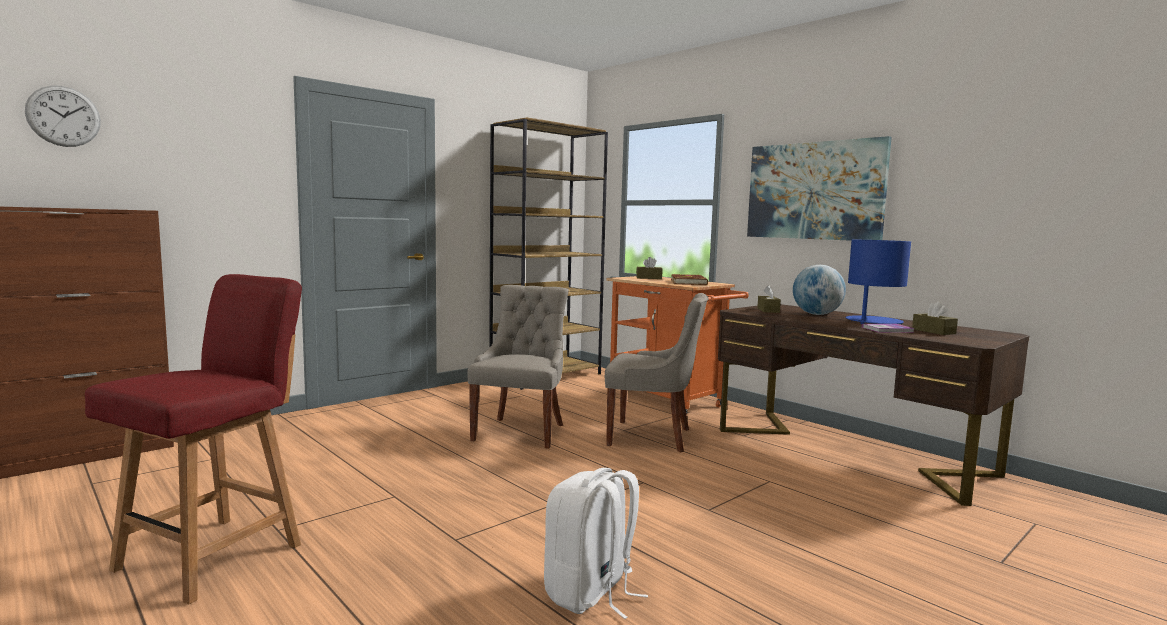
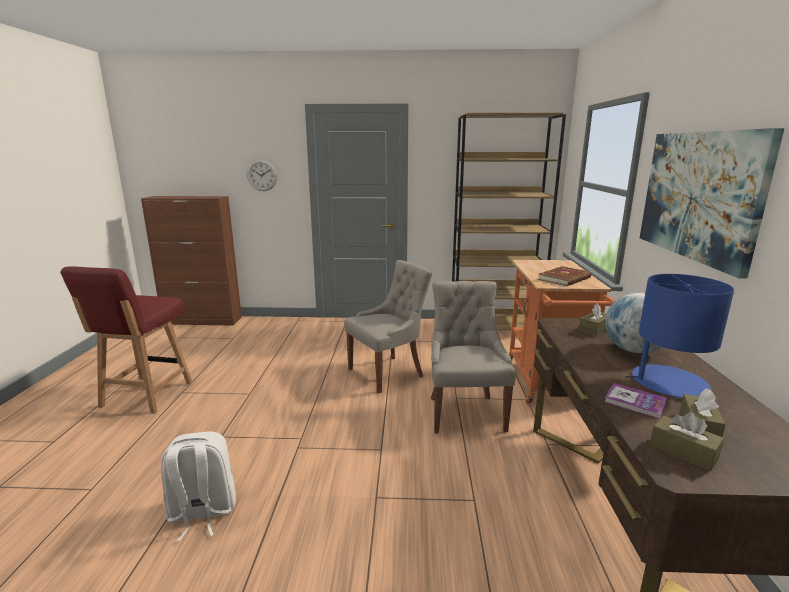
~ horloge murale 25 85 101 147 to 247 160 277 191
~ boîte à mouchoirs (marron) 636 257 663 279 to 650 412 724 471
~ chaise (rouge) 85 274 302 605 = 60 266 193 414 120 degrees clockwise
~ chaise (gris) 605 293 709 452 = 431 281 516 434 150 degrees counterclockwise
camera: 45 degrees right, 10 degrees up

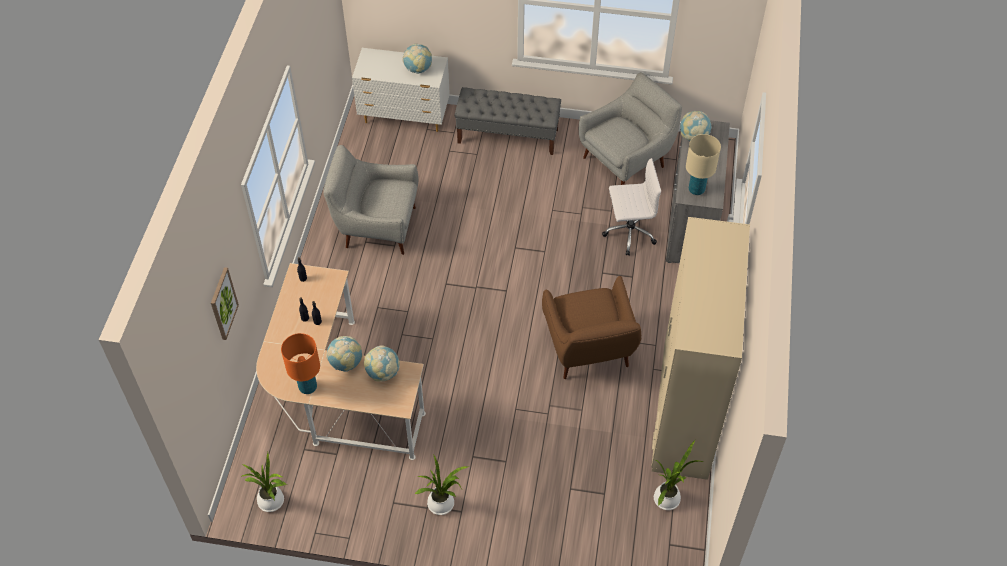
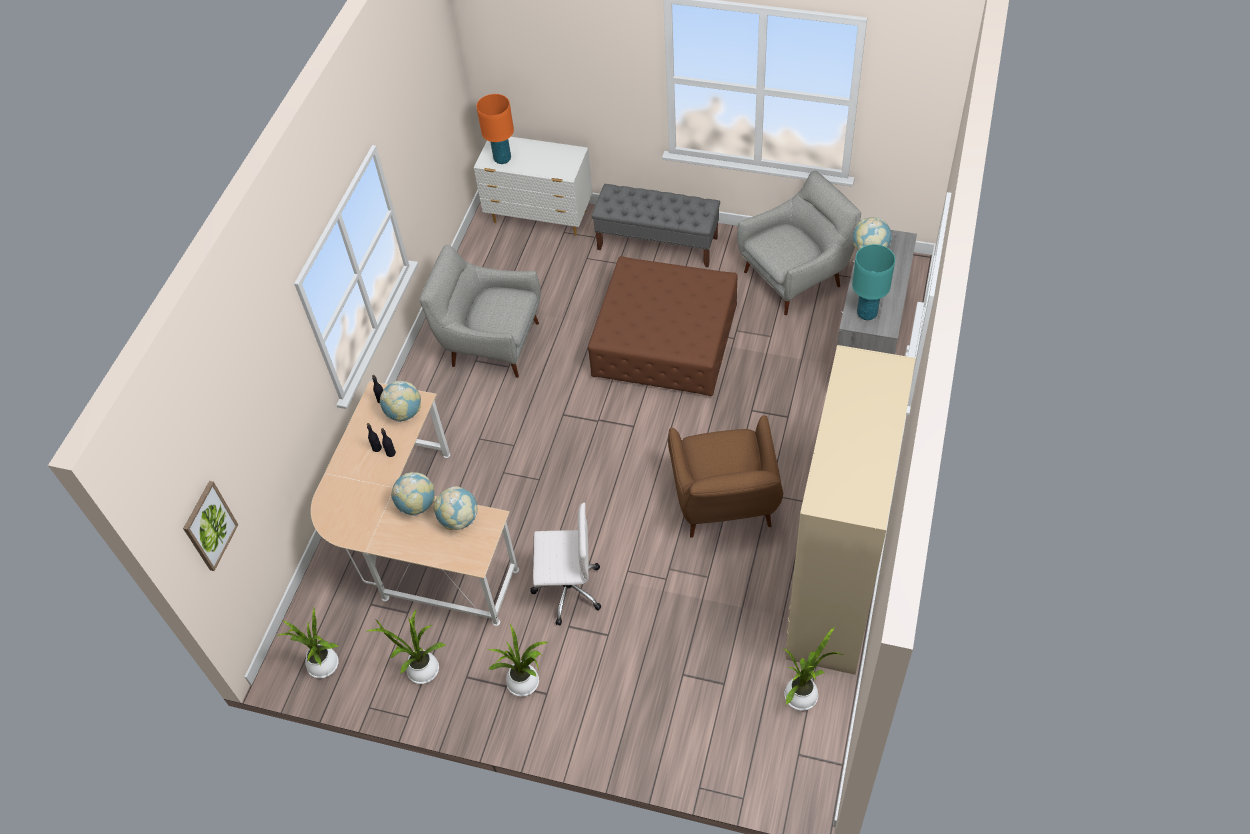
~ globe 402 44 432 74 to 380 381 421 422
~ lampe de table (beige) 686 134 721 195 to lampe de table (turquoise) 852 244 895 320
~ chaise de bureau (blanc) 602 158 661 255 to 531 502 601 625
~ tableau 211 267 239 340 to 183 481 238 571
~ lampe de table (orange) 281 333 320 394 to 476 94 514 164
+ pouf (marron) 588 256 738 396
+ plante en pot 367 608 445 684
camera: 10 degrees right, 0 degrees up

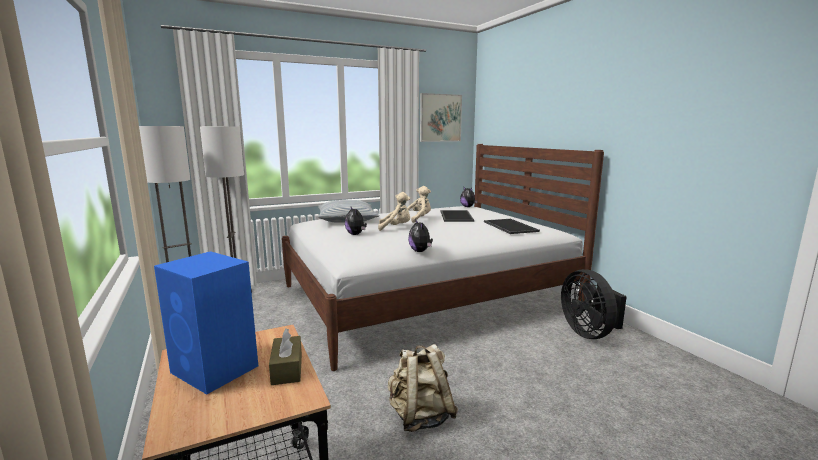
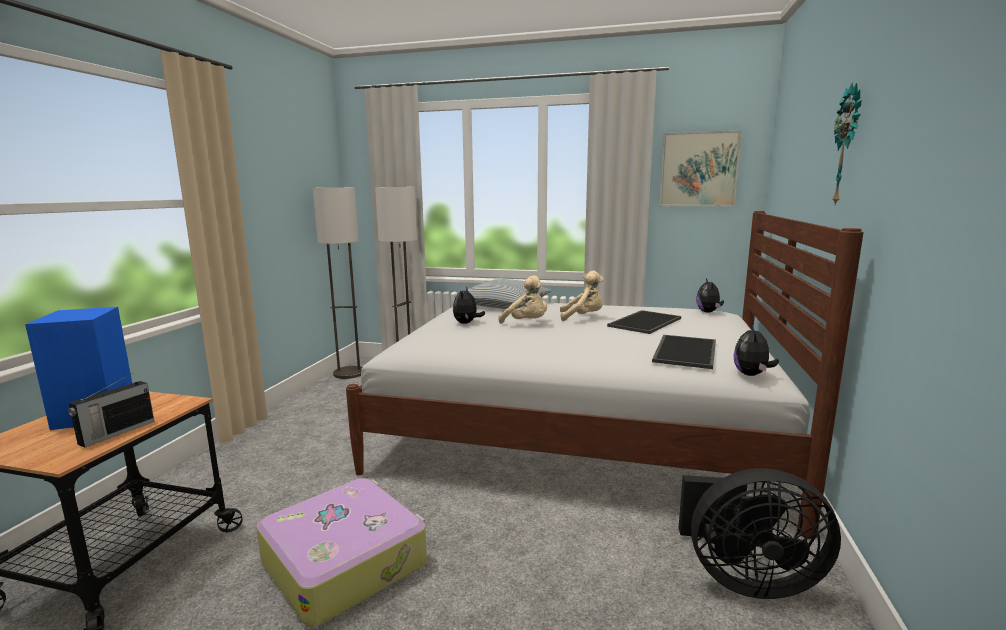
~ peluche 408 219 433 252 to 734 325 779 376
~ ventilateur (noir) 561 269 627 339 = 679 468 841 599 105 degrees counterclockwise
~ boîte à mouchoirs (marron) 269 328 302 385 to radio 68 373 154 448
~ sac à dos (beige) 388 344 458 432 to valise 256 478 427 628
+ horloge murale 832 83 861 204
camera: 40 degrees right, 0 degrees up

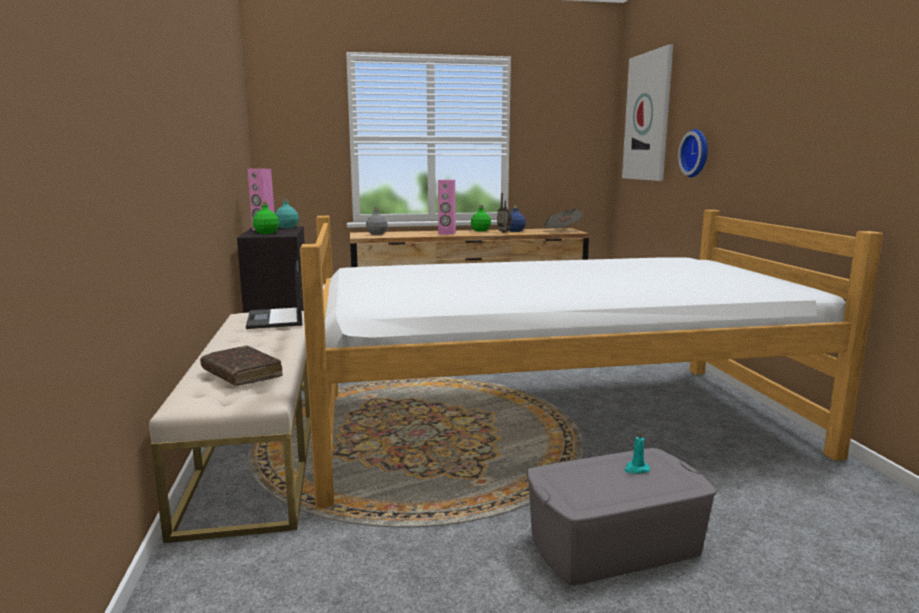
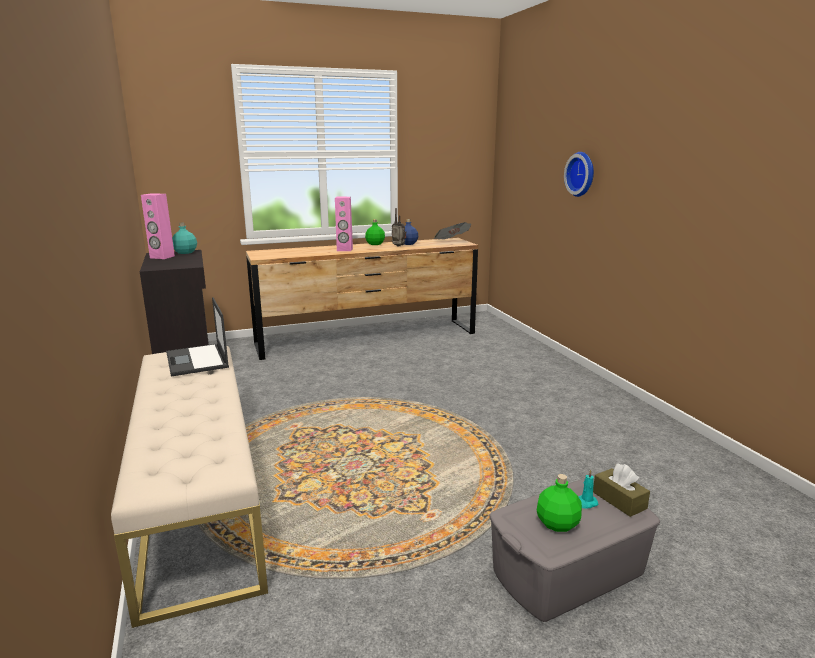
- tableau 622 45 673 181
~ bouteille (vert) 253 201 279 234 to 537 474 582 532
- bouteille (gris) 366 207 388 235
- lit 300 210 883 508
- livre (marron) 200 346 283 386
+ boîte à mouchoirs (marron) 593 464 650 517
camera: 10 degrees left, 5 degrees up

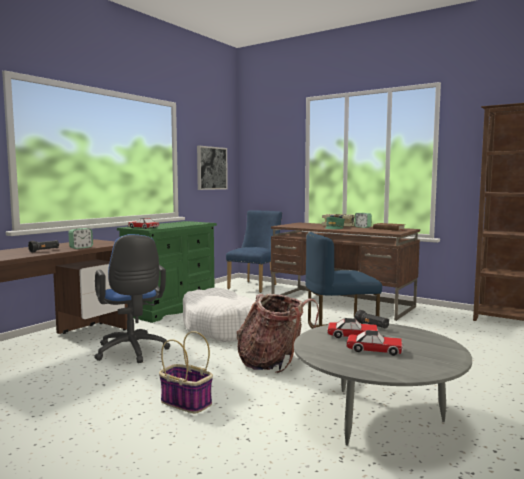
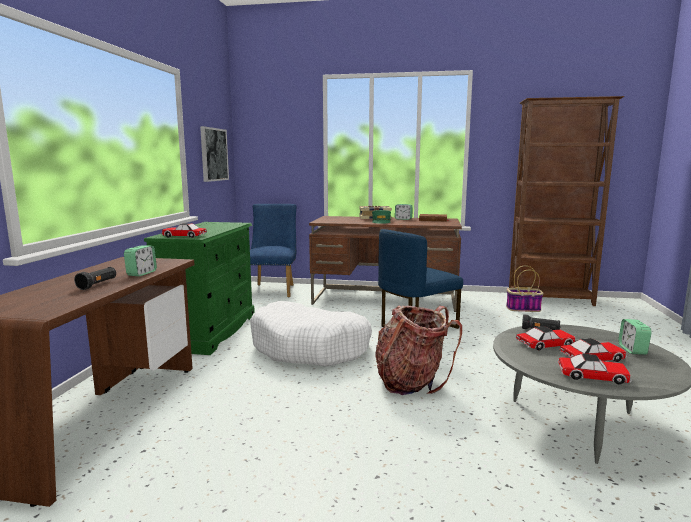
- chaise de bureau (bleu) 94 234 170 363
~ panier 159 331 213 413 to 506 265 544 312
+ réveil 618 319 652 355
+ petite voiture 558 354 632 385
camera: 25 degrees left, 5 degrees up

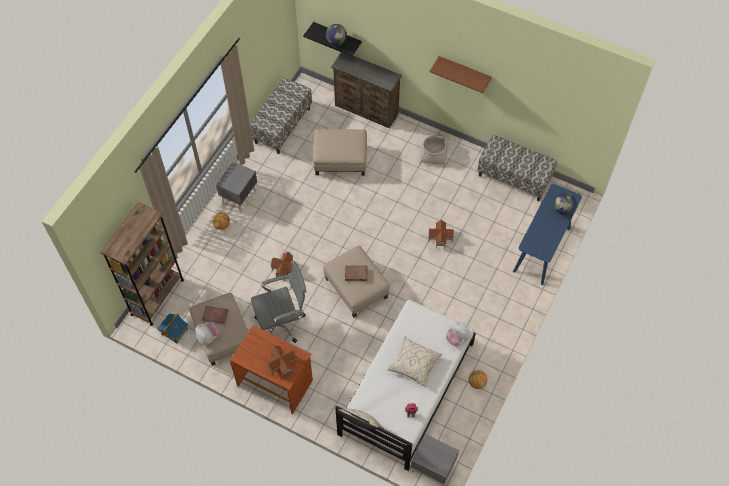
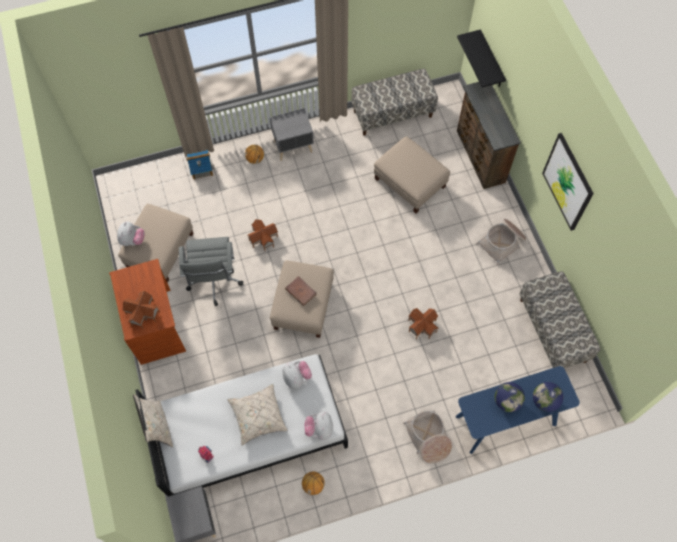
~ globe 326 24 347 46 to 495 382 525 412
~ étagère (marron) 430 56 492 93 to tableau 542 133 594 231
- bibliothèque (marron) 100 202 184 326
~ chaise de bureau (gris) 251 261 307 343 = 179 237 243 306 60 degrees clockwise
- livre (marron) 202 306 229 325
~ maison miniature 157 313 188 344 to 186 150 215 180
+ peluche 282 361 312 389
+ panier 403 410 452 463
camera: 45 degrees right, 5 degrees up

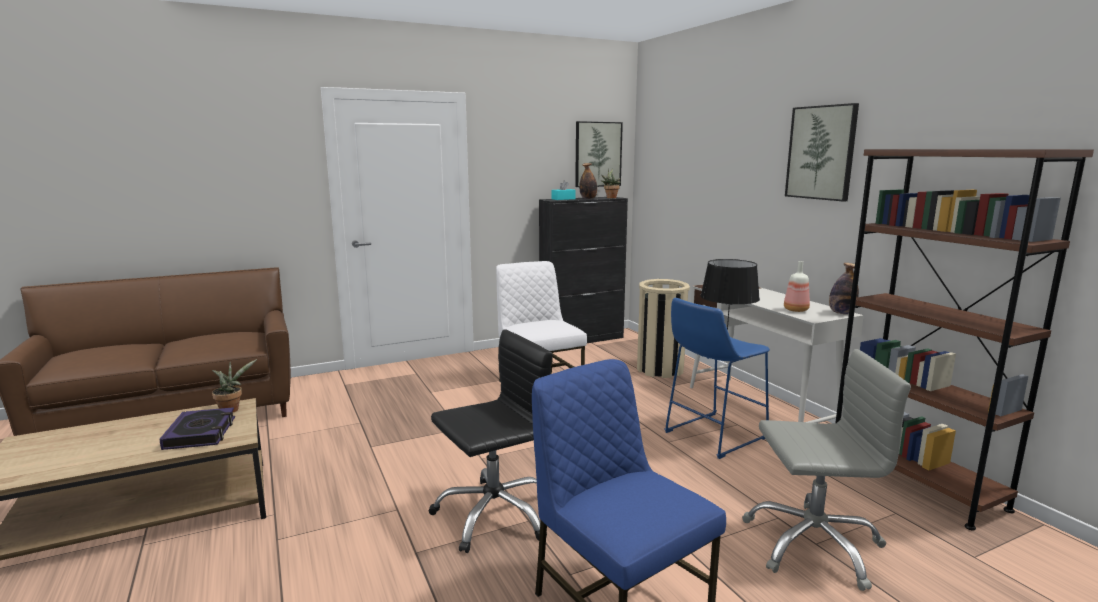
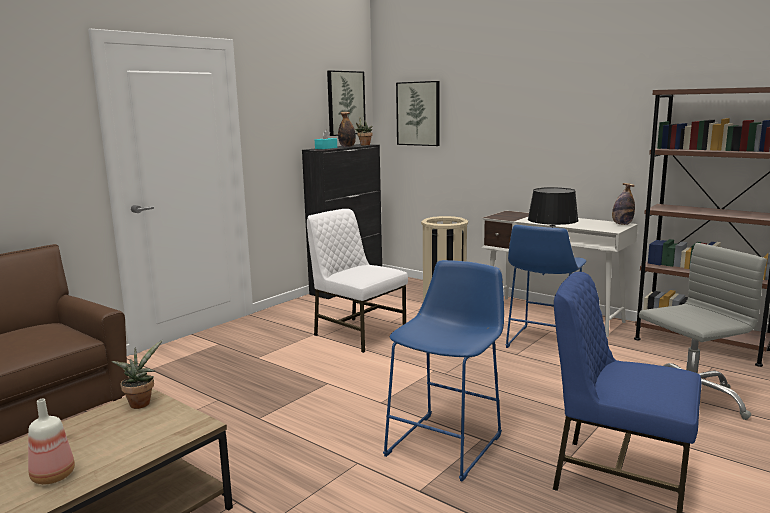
~ tableau 785 103 859 202 to 396 81 440 146
~ bouteille 784 261 810 312 to 28 399 75 484
~ chaise de bureau (noir) 429 329 553 553 to tabouret (bleu) 383 260 504 482
- livre 160 407 235 450
camera: 25 degrees left, 0 degrees up

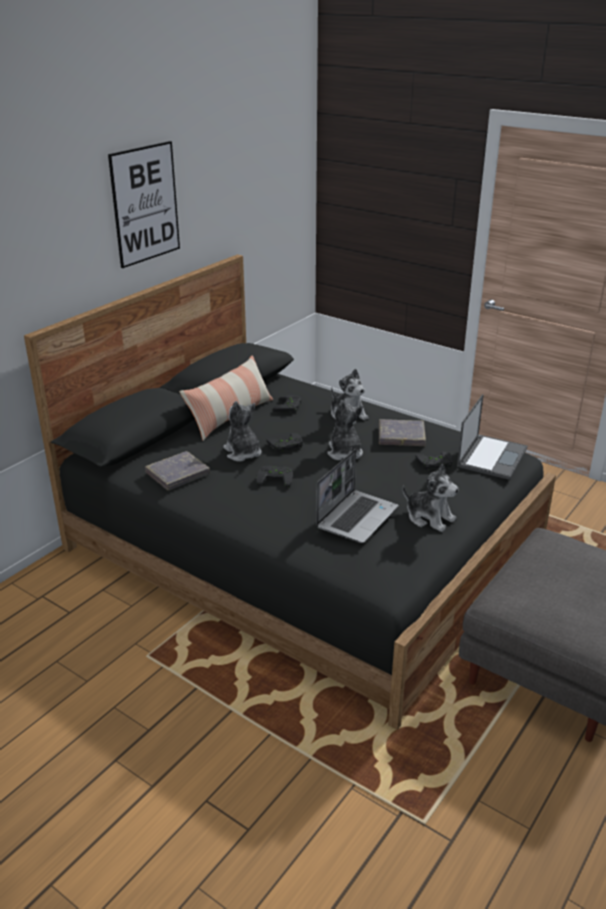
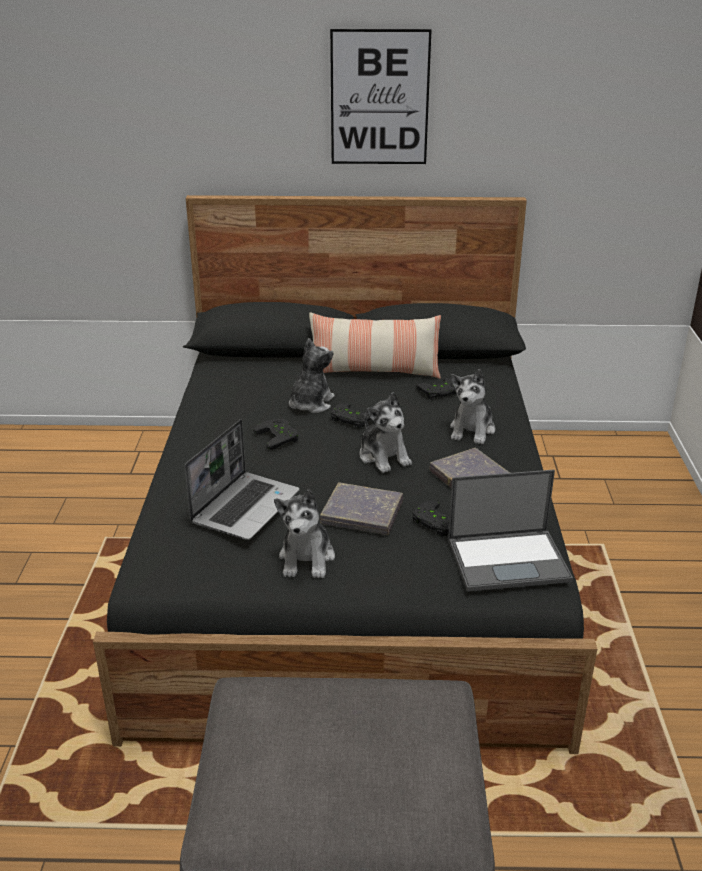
~ peluche 327 400 363 460 = 359 392 412 473 105 degrees clockwise
~ ordinateur portable 316 449 398 543 = 185 419 299 540 60 degrees counterclockwise
~ livre (gris) 145 451 210 490 to 320 482 403 535
camera: 55 degrees right, 0 degrees up

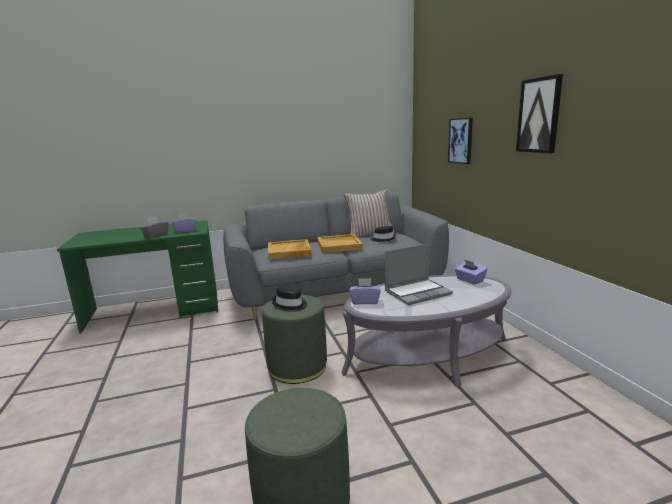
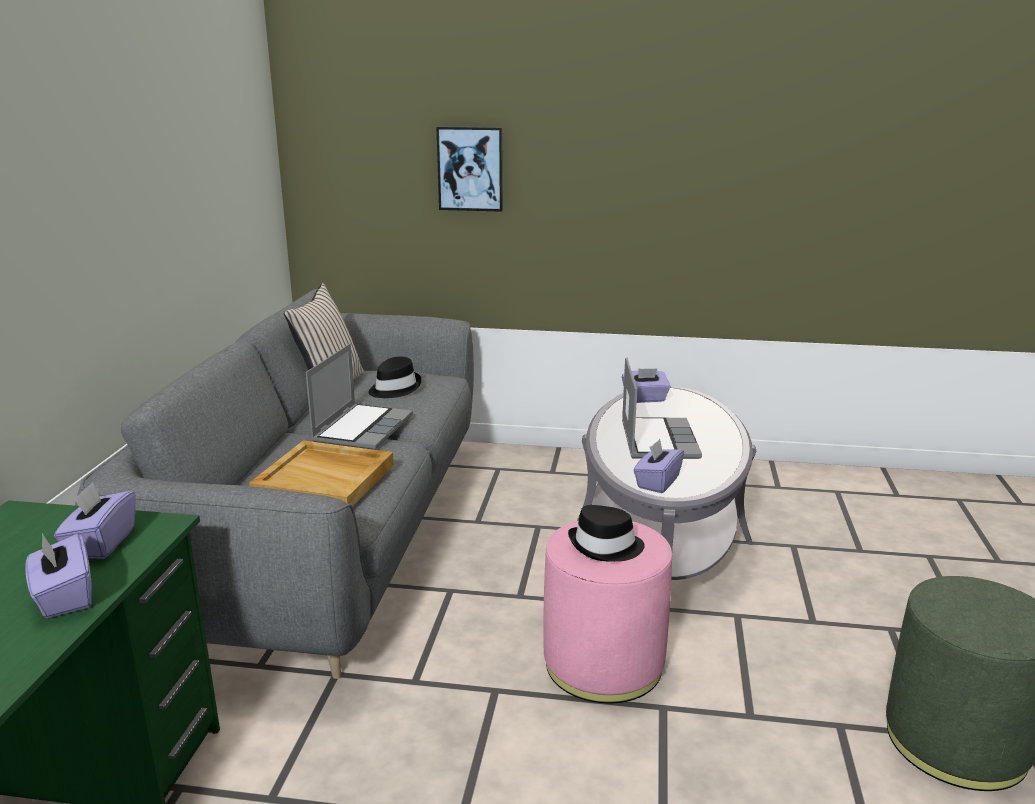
- tableau 516 74 563 153
~ boîte à mouchoirs (gris) 140 216 169 238 to boîte à mouchoirs (violet) 25 534 92 618
~ plateau (beige) 317 234 363 253 to ordinateur portable 306 344 413 450
~ pouf (vert) 262 295 327 384 to pouf (rose) 543 520 672 703
camera: 65 degrees left, 5 degrees up

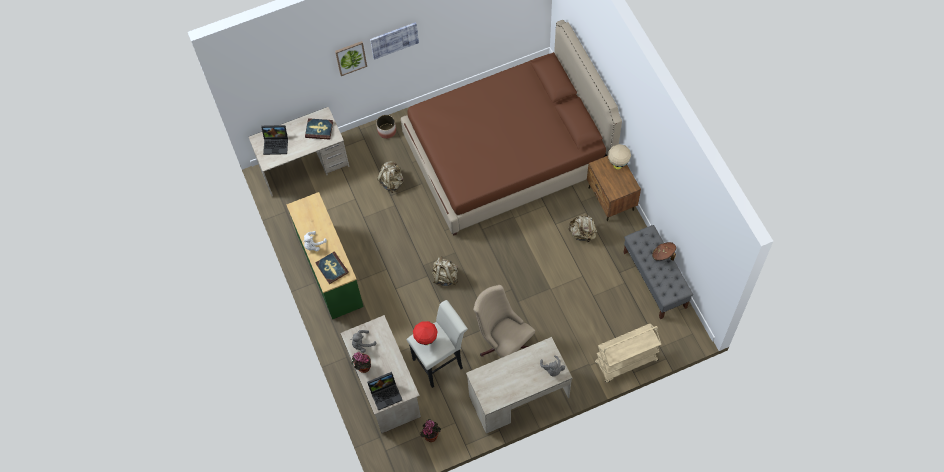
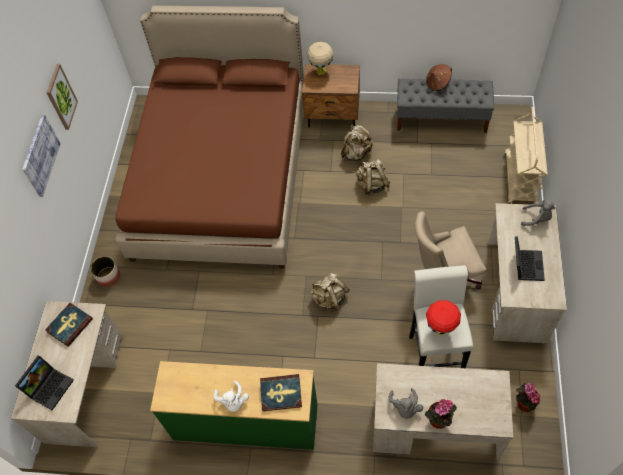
~ tableau 335 41 367 76 to 46 64 78 130
~ sac à dos (beige) 377 161 403 193 to 356 159 390 195
~ ordinateur portable 367 372 402 411 to 515 236 545 281
camera: 60 degrees left, 5 degrees down

